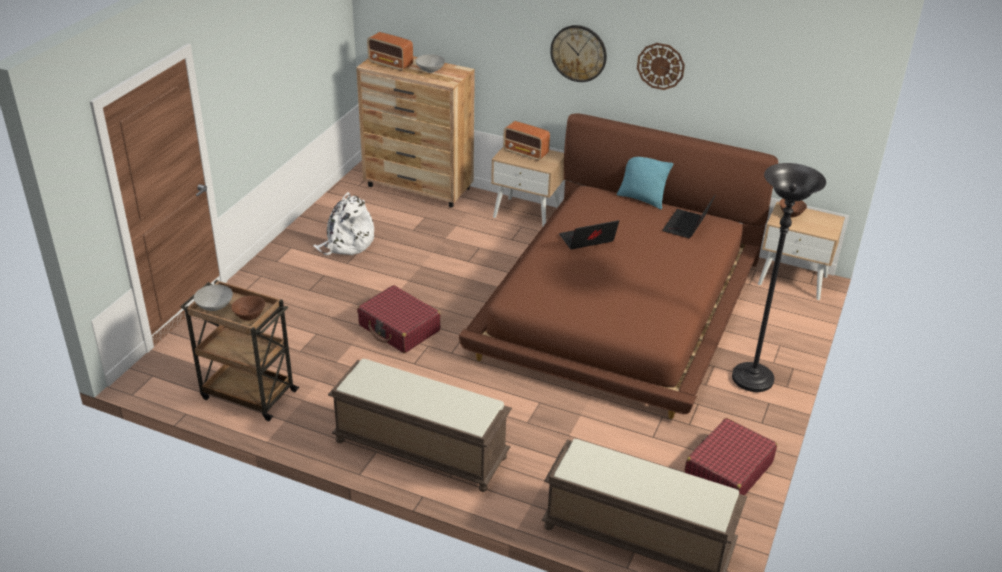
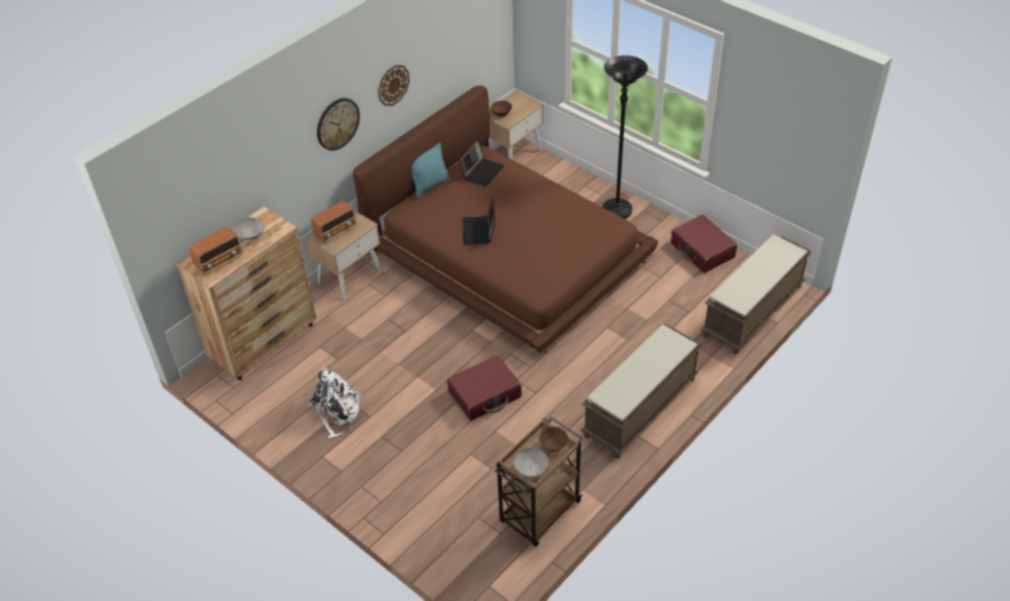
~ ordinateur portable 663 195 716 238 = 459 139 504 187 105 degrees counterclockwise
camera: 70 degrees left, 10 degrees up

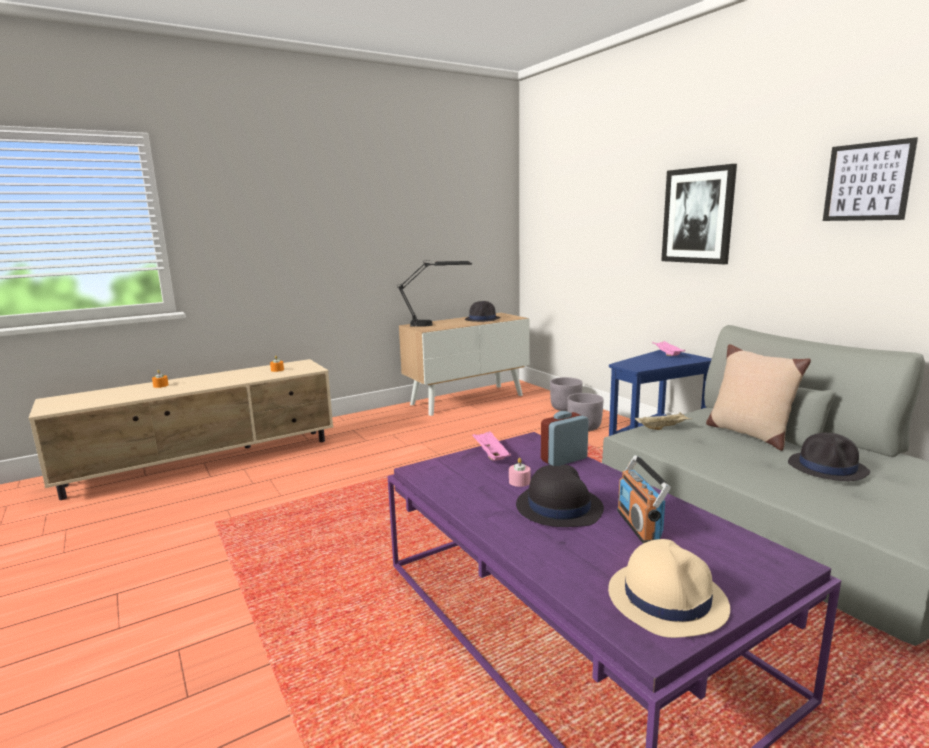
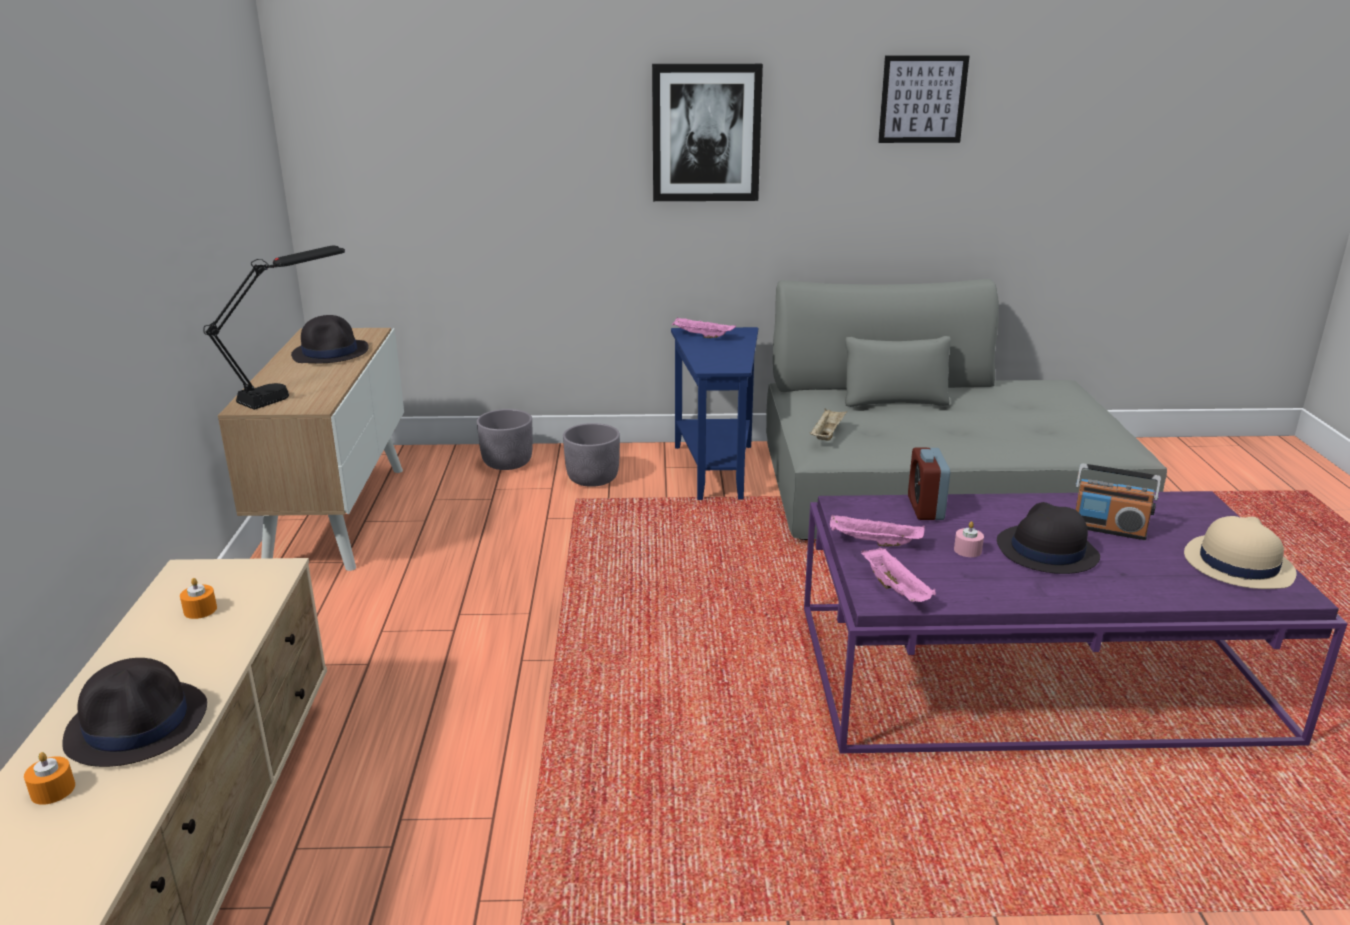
- coussin (beige) 706 344 811 451
~ chapeau (noir) 788 433 870 481 to 62 658 207 767
+ plateau (rose) 861 547 936 602
camera: 60 degrees left, 10 degrees up

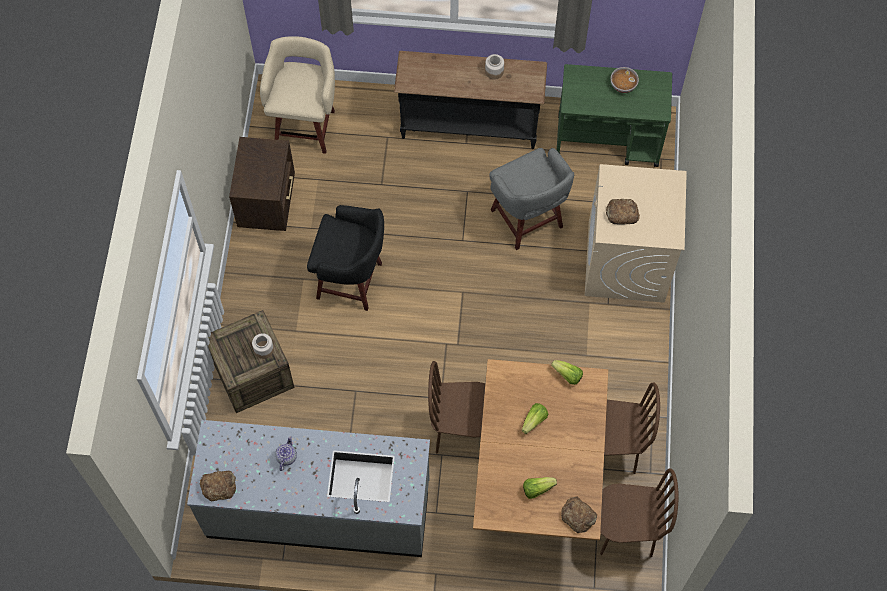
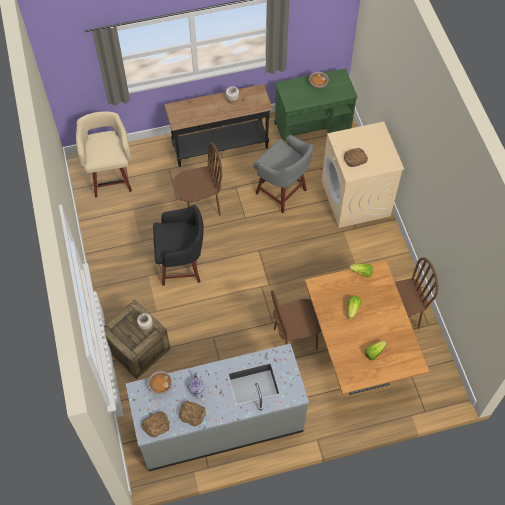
- table de chevet (marron) 229 137 295 231
~ chaise (marron) 600 469 679 558 to 173 142 222 216
~ pain 561 496 597 533 to 179 401 206 426
+ bol 148 371 172 395
camera: 20 degrees left, 5 degrees down

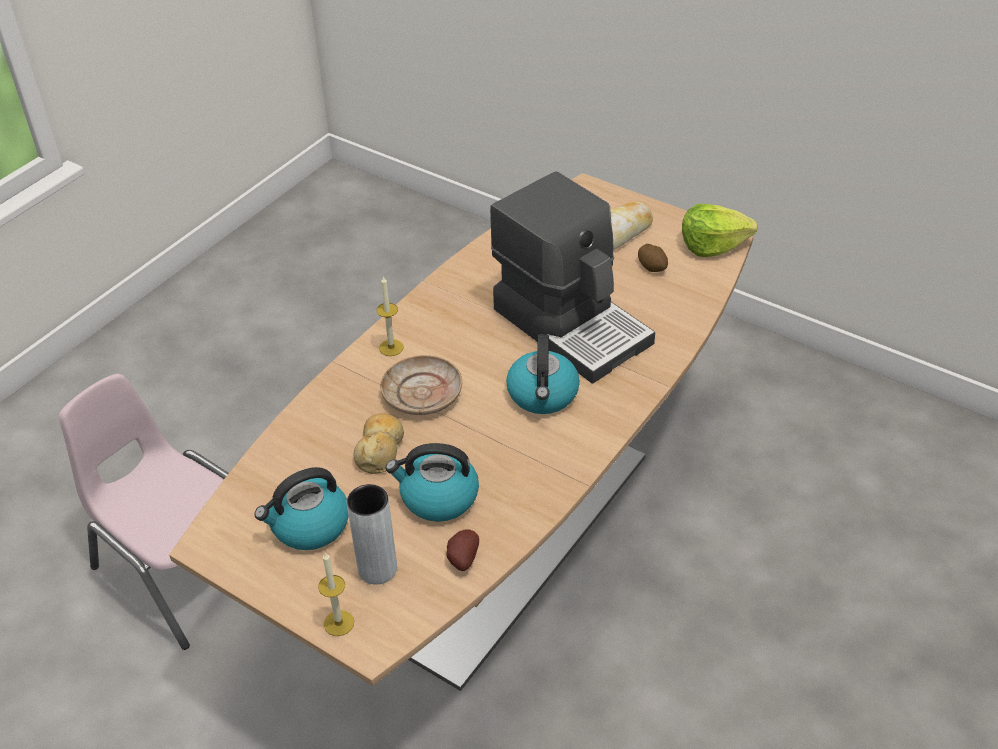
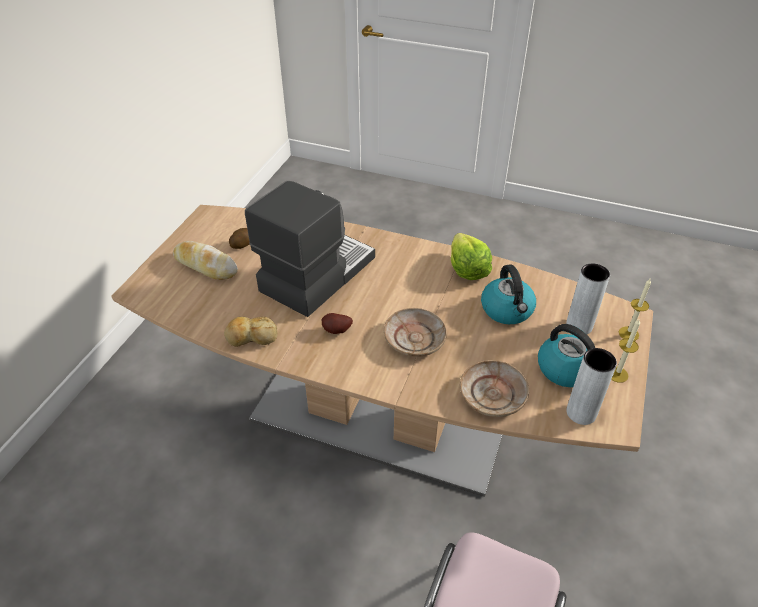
~ laitue 682 204 758 257 to 451 233 492 280
~ bougie 376 276 404 356 to 611 319 640 383
- bouilloire 506 334 580 414
~ pain 354 413 404 474 to 224 317 277 347
~ pomme de terre 447 530 479 571 to 321 313 353 334
+ vase (gris) 566 348 617 425
+ assiette (beige) 460 360 529 417
camera: 105 degrees left, 0 degrees up

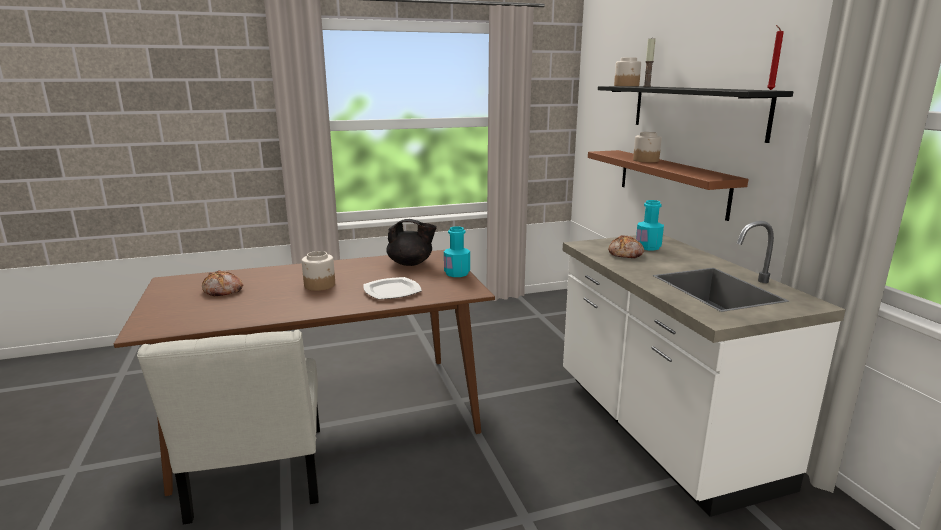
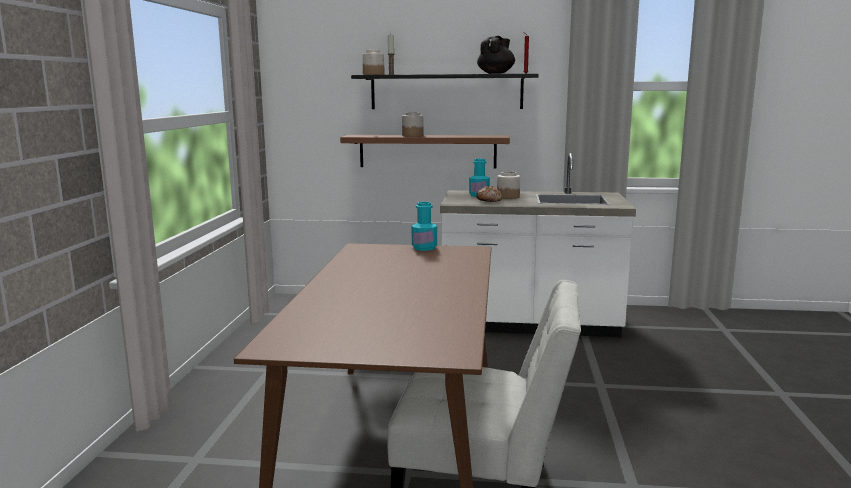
~ théière (noir) 386 219 437 266 to 477 36 515 74
~ bocal 302 251 335 291 to 497 171 520 199
- pain 202 270 244 297
- assiette 363 277 422 299
camera: 65 degrees left, 5 degrees down

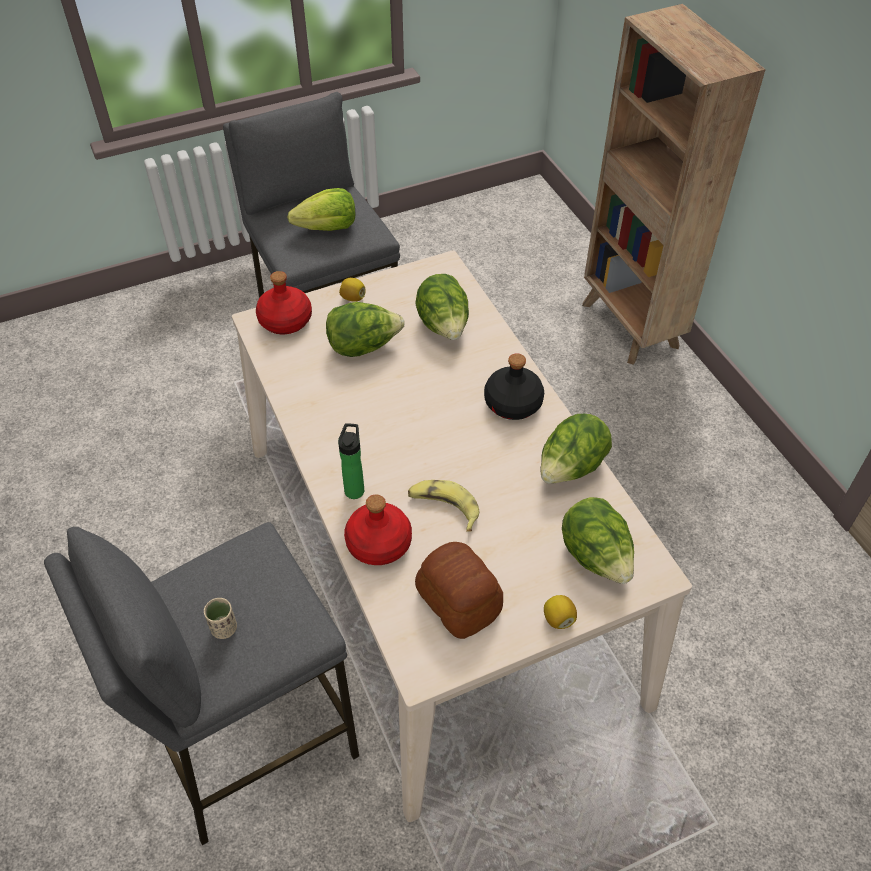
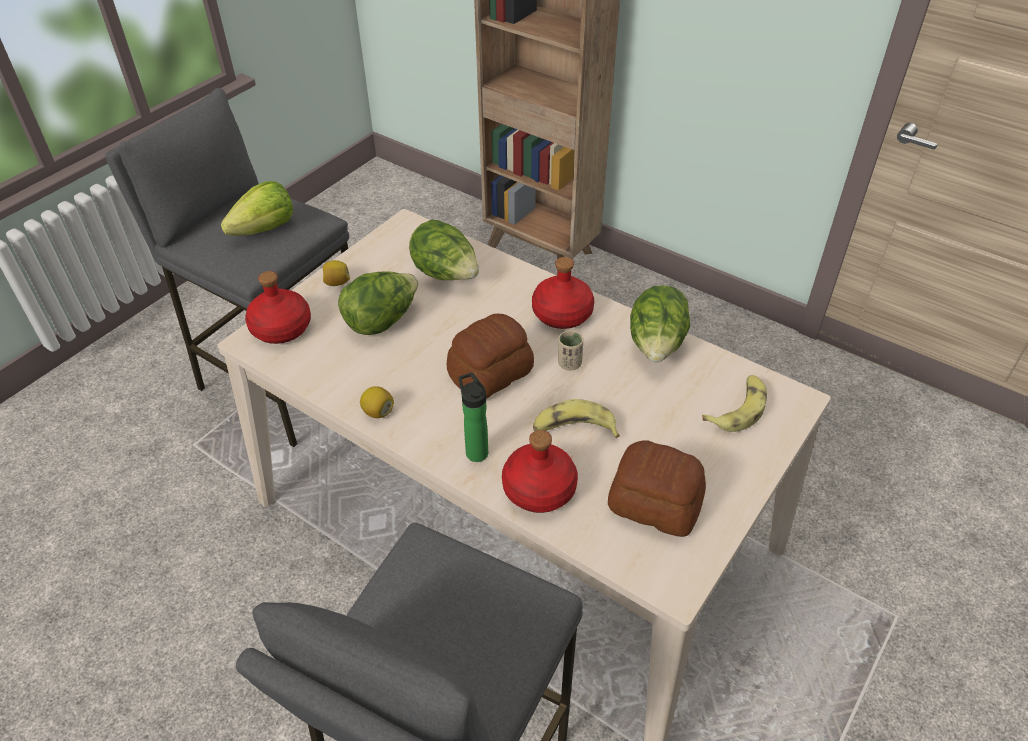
~ bouteille (noir) 484 353 544 420 to bouteille (rouge) 532 257 594 329
~ laitue 562 497 634 584 to banane 702 375 767 432
~ citron 544 595 577 629 to 360 386 394 418
~ tasse (beige) 204 598 237 639 to 558 330 584 370
+ pain 447 314 534 399
camera: 30 degrees left, 5 degrees down

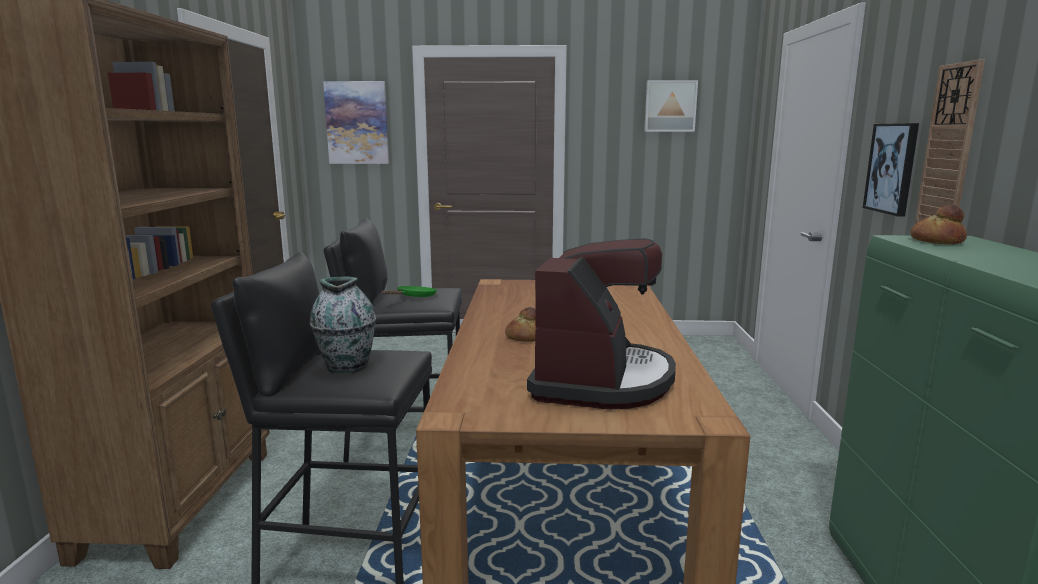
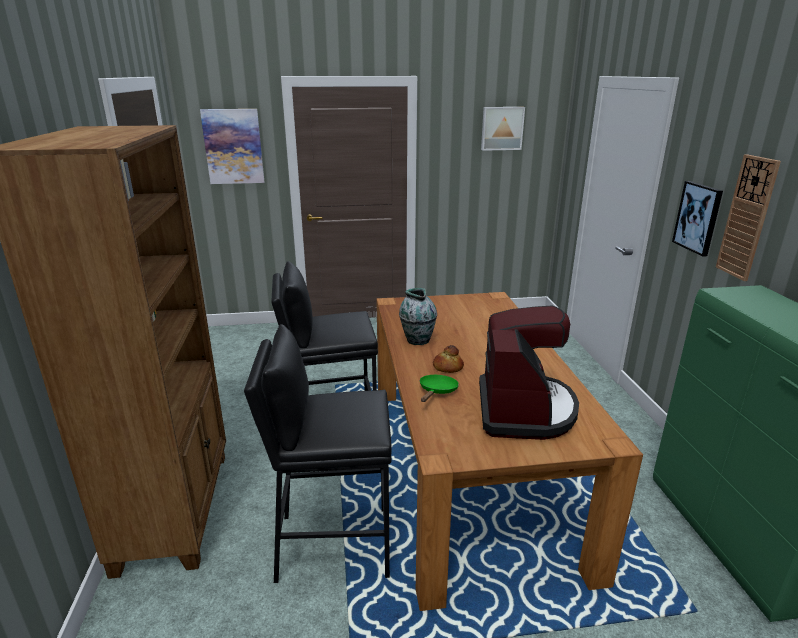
- pain 910 204 967 244
~ vase 310 276 376 373 to 399 288 437 345
~ poêle (vert) 381 286 437 297 to 420 375 459 402
camera: 10 degrees left, 10 degrees up

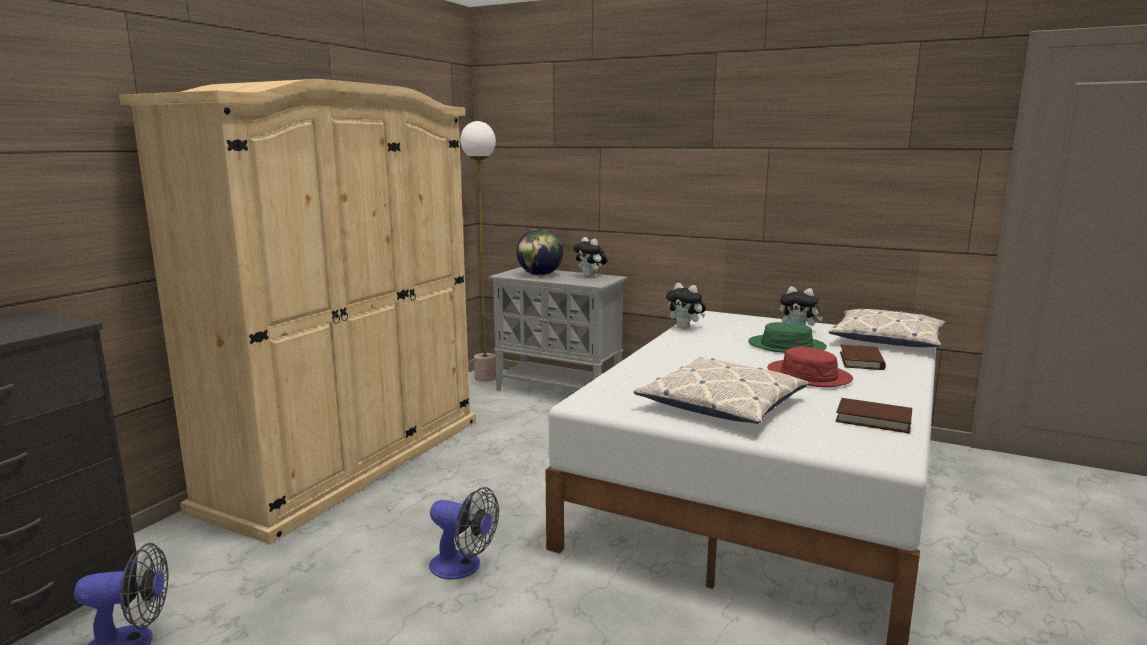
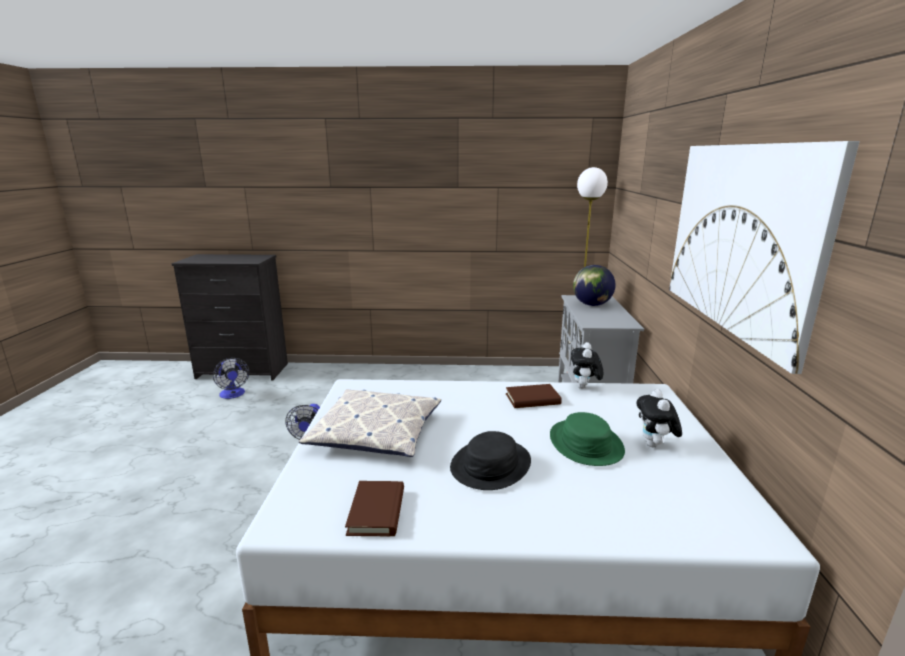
- armoire (beige) 119 79 476 544
- peluche 573 237 608 277
- coussin 829 309 945 347
~ livre (marron) 840 344 886 370 to 506 384 562 408
~ chapeau (rouge) 767 347 853 387 to chapeau (noir) 450 431 531 490
+ tableau 669 141 860 374
camera: 65 degrees right, 5 degrees up

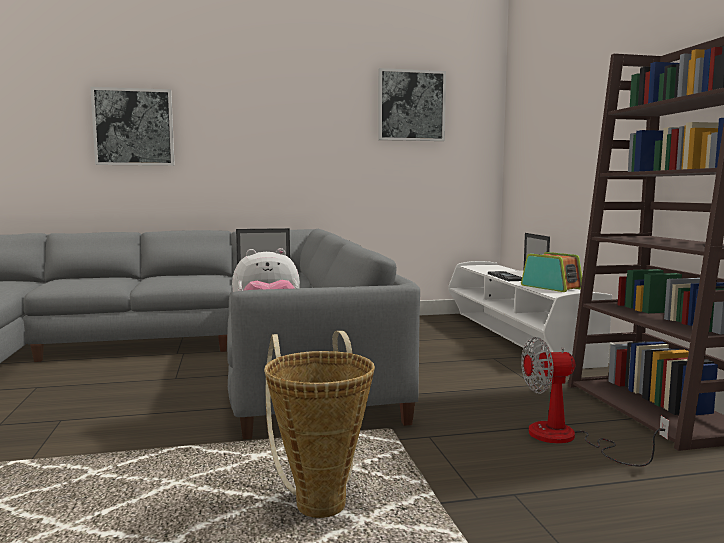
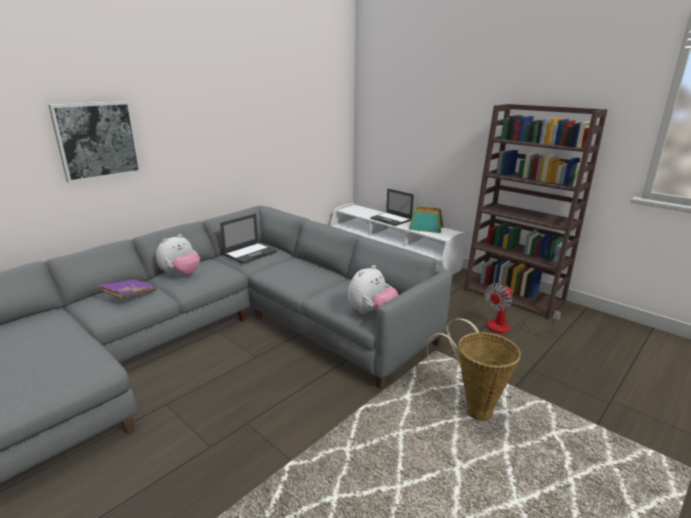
- tableau 378 68 446 141
+ peluche 156 234 200 276
+ livre (violet) 97 279 157 298
camera: 35 degrees left, 15 degrees up

